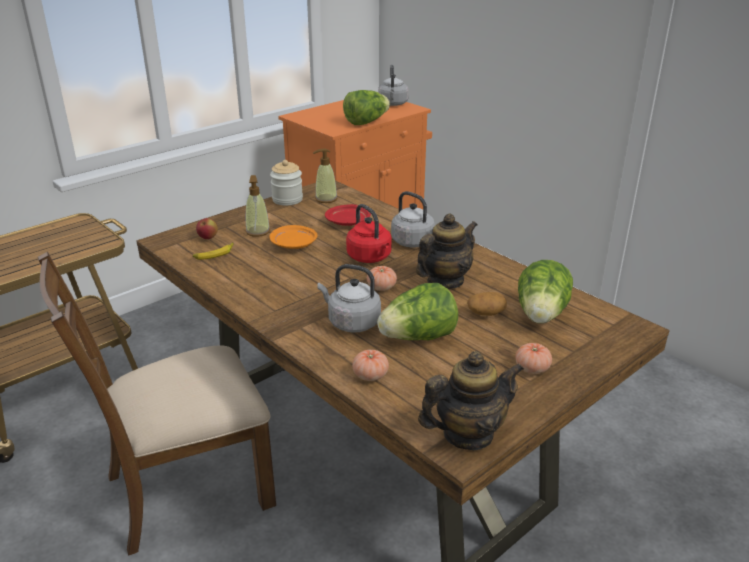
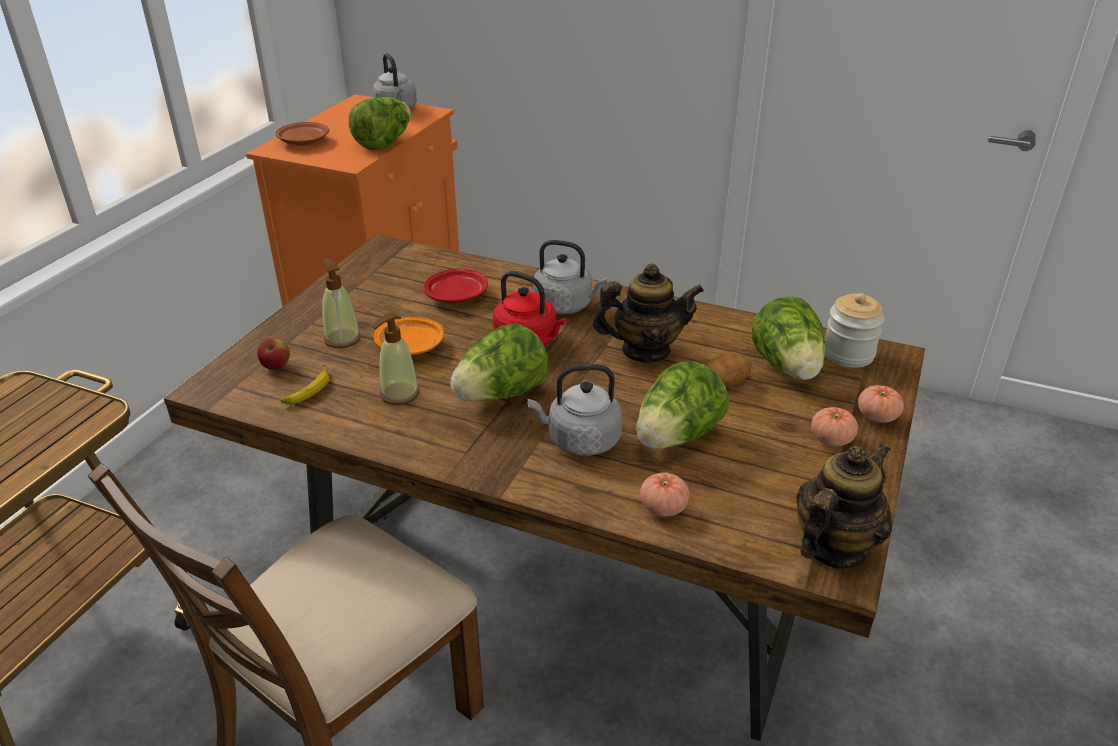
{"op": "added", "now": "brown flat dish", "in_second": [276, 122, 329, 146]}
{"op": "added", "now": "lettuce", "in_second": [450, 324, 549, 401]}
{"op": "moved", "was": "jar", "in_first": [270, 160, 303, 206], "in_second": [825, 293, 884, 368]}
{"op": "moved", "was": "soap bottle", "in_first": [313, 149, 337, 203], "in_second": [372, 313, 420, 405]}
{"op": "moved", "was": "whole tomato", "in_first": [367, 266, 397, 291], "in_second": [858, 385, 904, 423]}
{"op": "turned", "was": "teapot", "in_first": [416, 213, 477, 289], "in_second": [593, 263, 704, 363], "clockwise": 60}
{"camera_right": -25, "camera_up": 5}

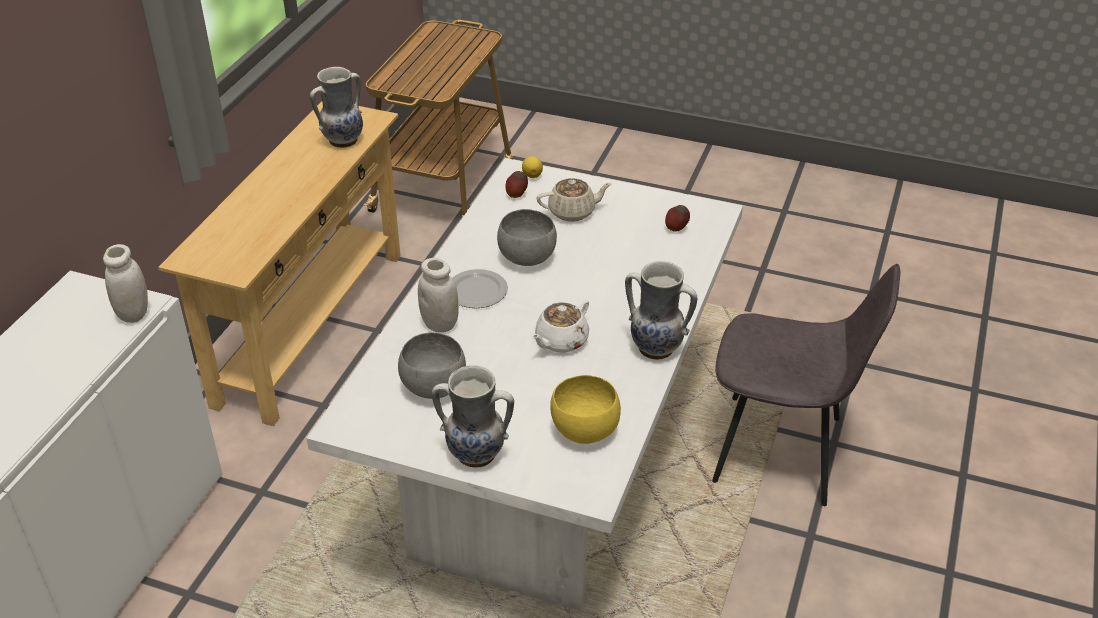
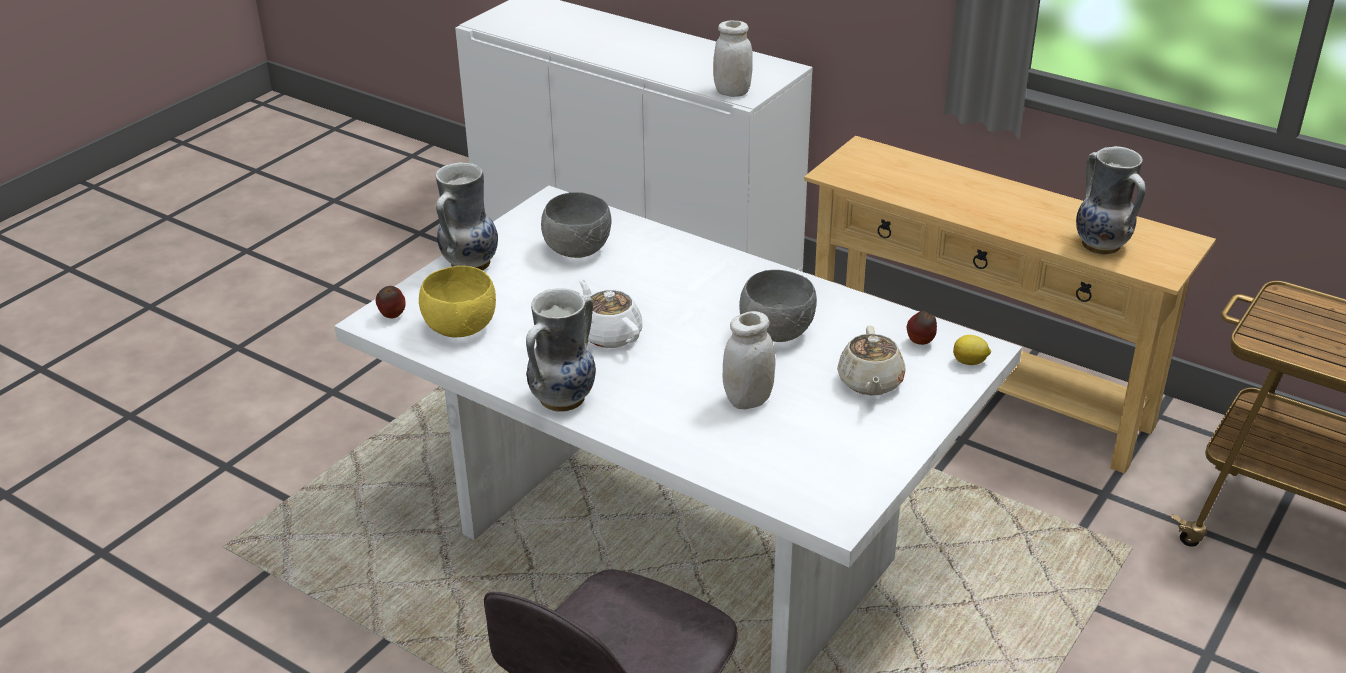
{"op": "removed", "was": "flat dish", "in_first": [452, 269, 508, 308]}
{"op": "moved", "was": "white-coloured jar", "in_first": [418, 258, 459, 333], "in_second": [723, 311, 776, 409]}
{"op": "moved", "was": "apple", "in_first": [665, 205, 690, 232], "in_second": [376, 286, 406, 319]}
{"camera_right": 105, "camera_up": -5}

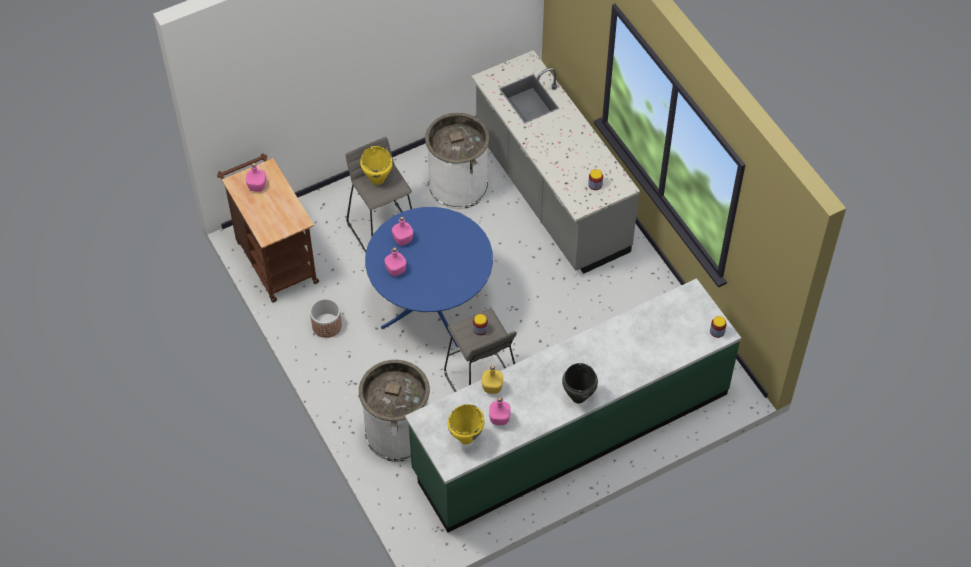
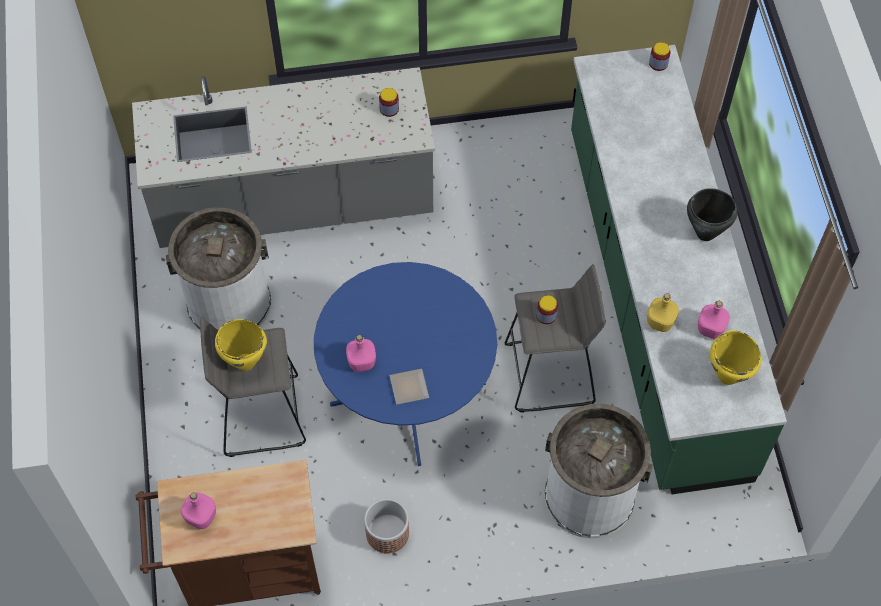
{"op": "replaced", "was": "pinkish bottle", "now": "flat dish", "in_first": [384, 247, 406, 276], "in_second": [390, 369, 429, 404]}
{"camera_right": -70, "camera_up": 5}

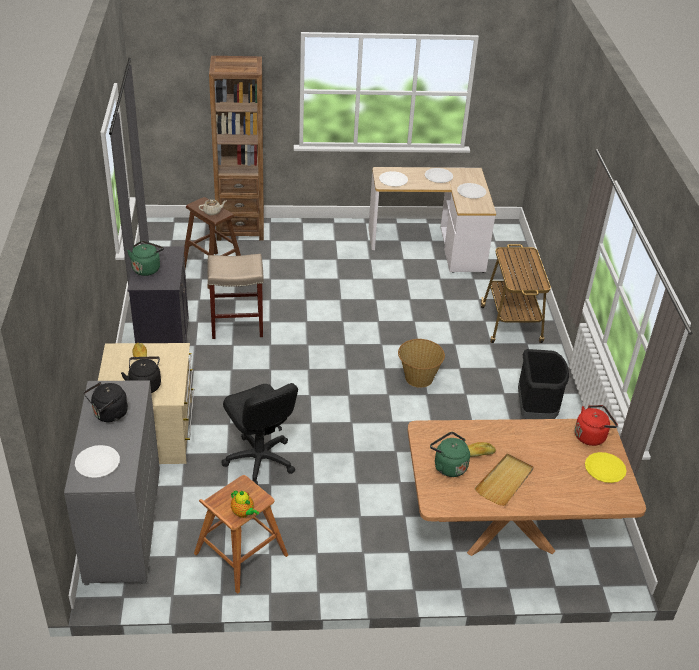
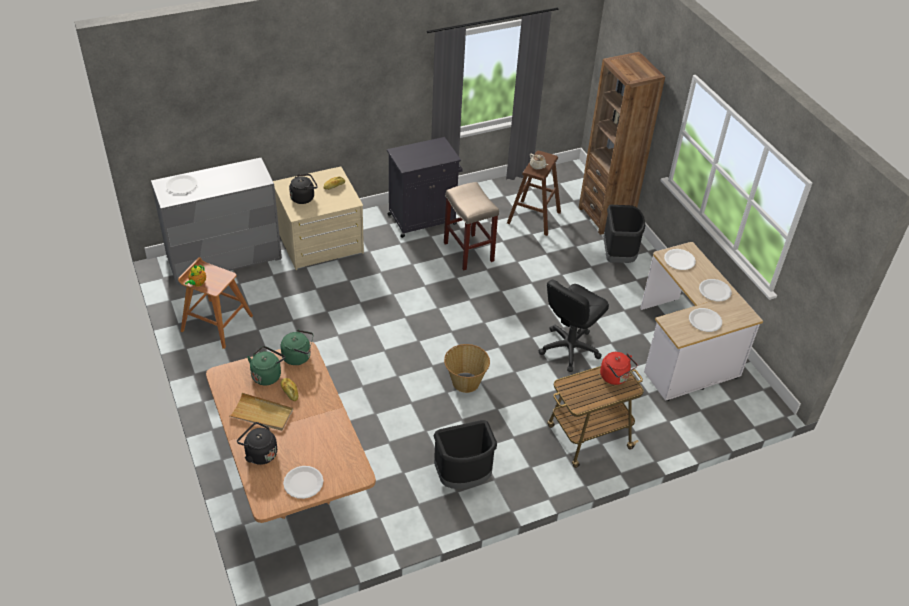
{"op": "added", "now": "blackish rubbish bin", "in_second": [604, 205, 645, 263]}
{"op": "moved", "was": "blackish kettle", "in_first": [84, 382, 128, 422], "in_second": [237, 422, 277, 465]}
{"op": "moved", "was": "greenish kettle", "in_first": [127, 241, 164, 276], "in_second": [281, 330, 313, 365]}
{"op": "moved", "was": "blackish office chair", "in_first": [221, 383, 298, 485], "in_second": [539, 280, 609, 372]}
{"op": "moved", "was": "red-coloured kettle", "in_first": [575, 405, 618, 446], "in_second": [600, 352, 637, 385]}
{"op": "recoloured", "was": "yellowish flat dish", "now": "white-coloured flat dish", "in_first": [585, 452, 626, 483], "in_second": [283, 466, 323, 499]}
{"camera_right": 70, "camera_up": 5}

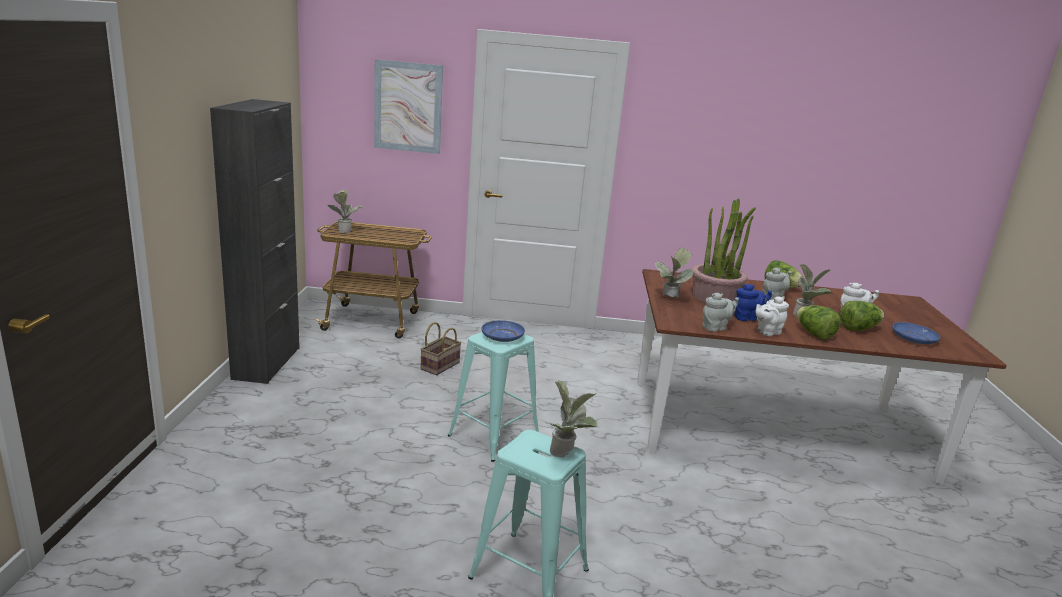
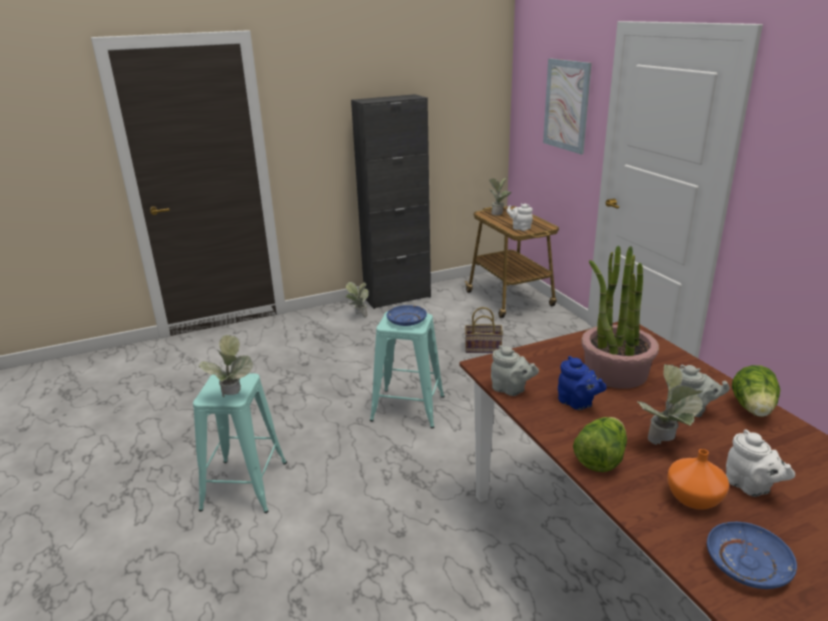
{"op": "moved", "was": "plant in a pot", "in_first": [655, 248, 693, 298], "in_second": [345, 282, 369, 317]}
{"op": "moved", "was": "white-coloured teapot", "in_first": [755, 296, 789, 336], "in_second": [507, 204, 533, 231]}
{"op": "replaced", "was": "lettuce", "now": "orange vase", "in_first": [840, 301, 885, 331], "in_second": [667, 449, 729, 510]}
{"camera_right": 65, "camera_up": 5}

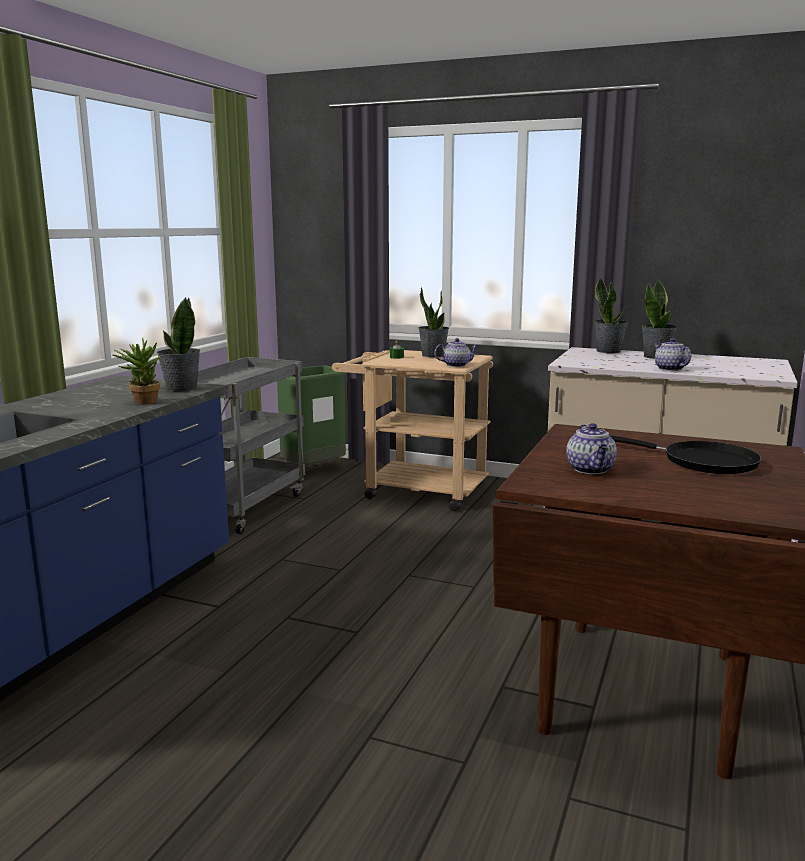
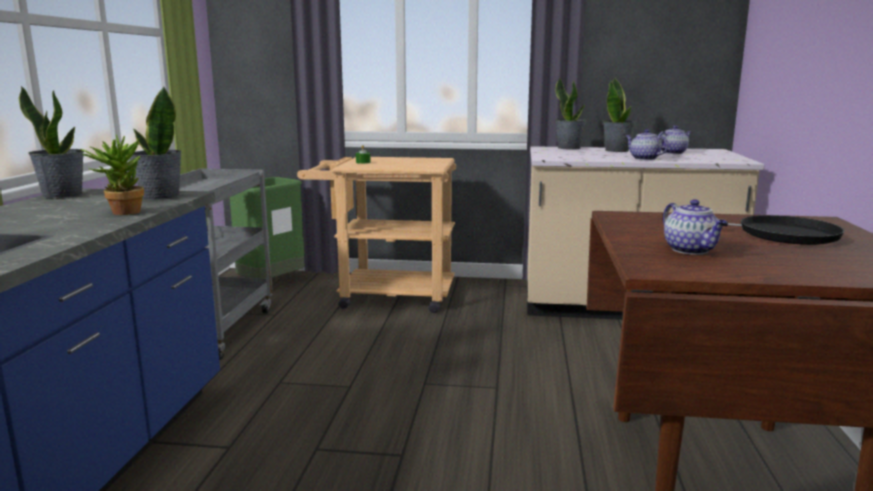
{"op": "moved", "was": "plant in a pot", "in_first": [419, 288, 449, 357], "in_second": [18, 86, 84, 199]}
{"op": "moved", "was": "teapot", "in_first": [434, 338, 478, 367], "in_second": [658, 125, 691, 154]}
{"camera_right": -15, "camera_up": 0}

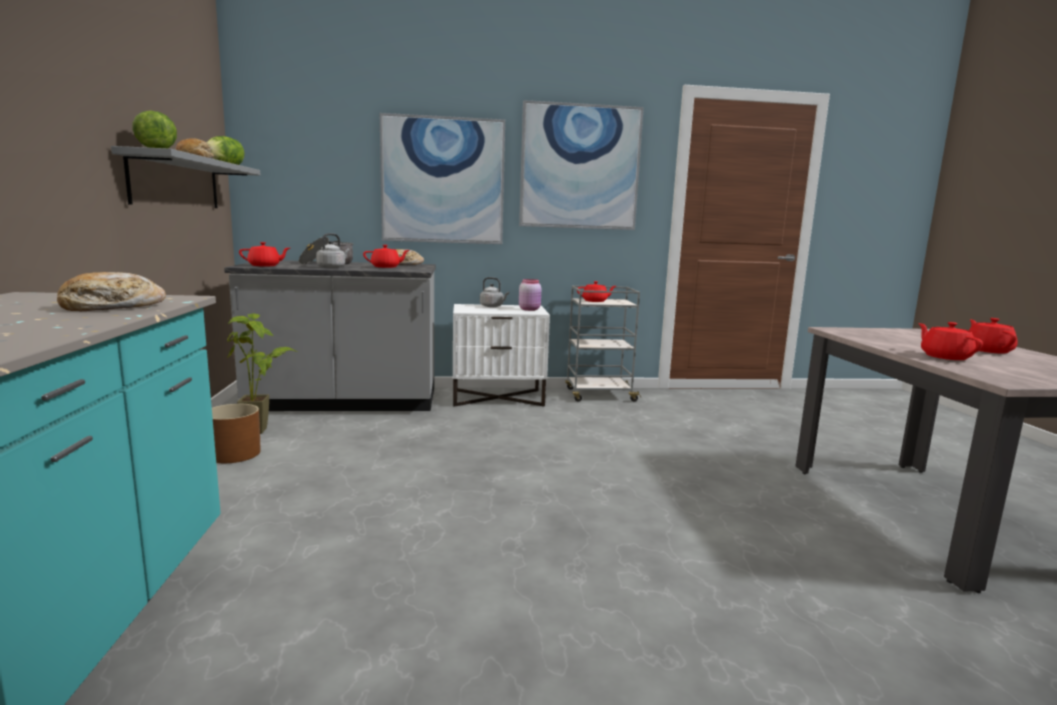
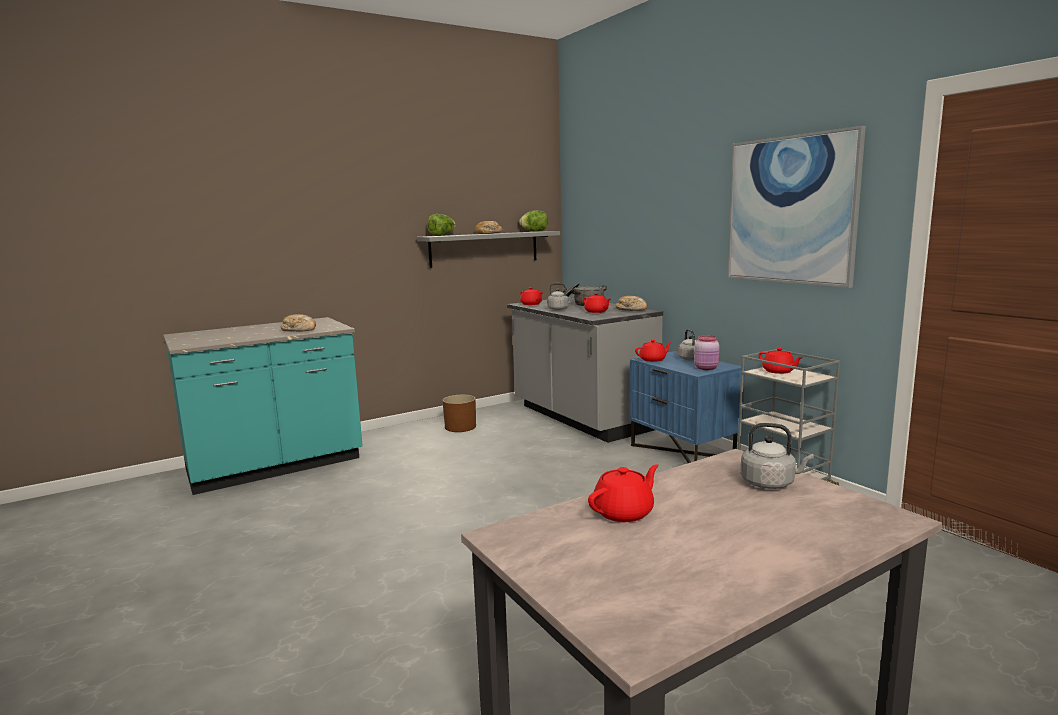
{"op": "removed", "was": "plant in a pot", "in_first": [226, 313, 297, 434]}
{"op": "removed", "was": "wall picture", "in_first": [380, 113, 505, 244]}
{"op": "added", "now": "grey kettle", "in_second": [740, 423, 814, 489]}
{"op": "moved", "was": "red-coloured teapot", "in_first": [968, 318, 1018, 354], "in_second": [635, 340, 672, 362]}
{"op": "recoloured", "was": "white-coloured nightstand", "now": "blue-coloured nightstand", "in_first": [453, 304, 550, 407], "in_second": [629, 351, 745, 463]}
{"camera_right": 65, "camera_up": 0}

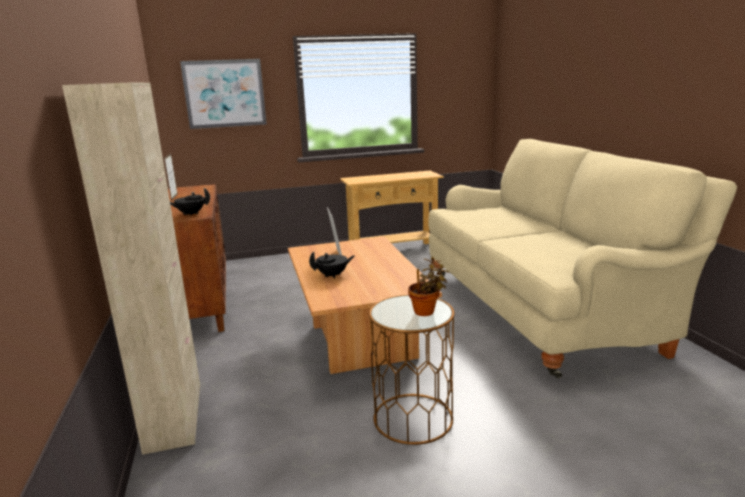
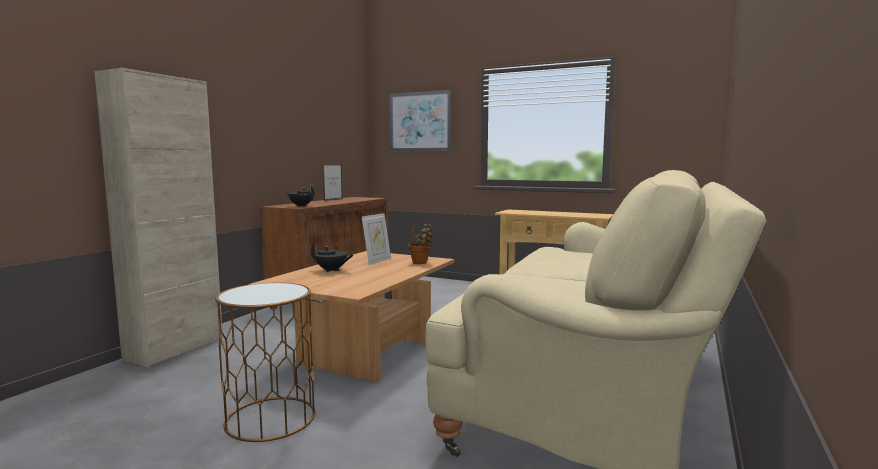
{"op": "moved", "was": "plant in a pot", "in_first": [408, 257, 450, 316], "in_second": [408, 224, 432, 264]}
{"camera_right": 40, "camera_up": -10}

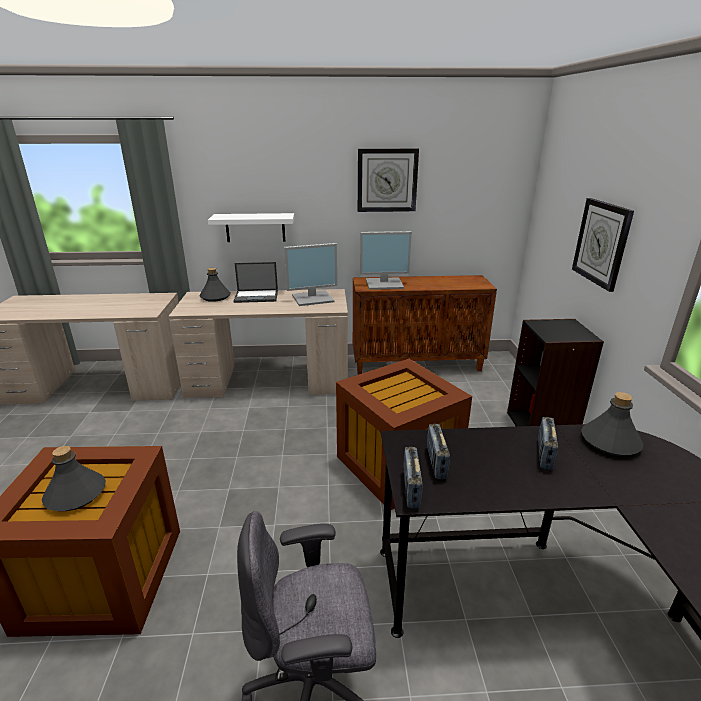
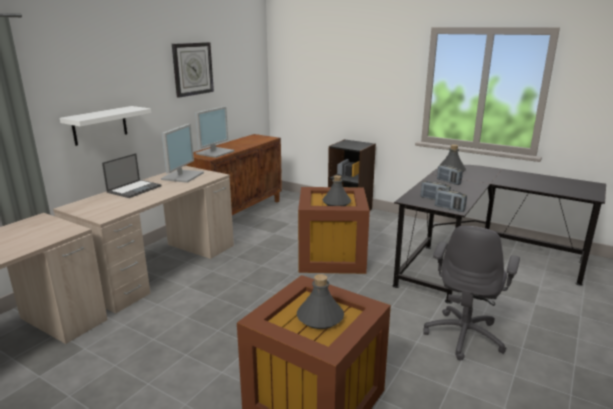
{"op": "removed", "was": "wall clock", "in_first": [572, 198, 634, 292]}
{"op": "moved", "was": "grey bottle", "in_first": [200, 268, 231, 302], "in_second": [322, 175, 351, 206]}
{"camera_right": -55, "camera_up": -5}

